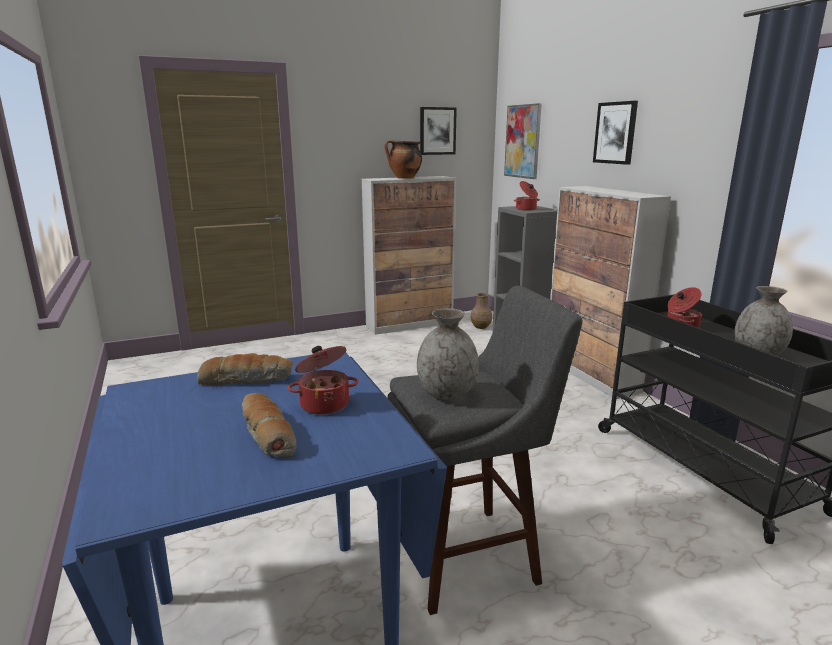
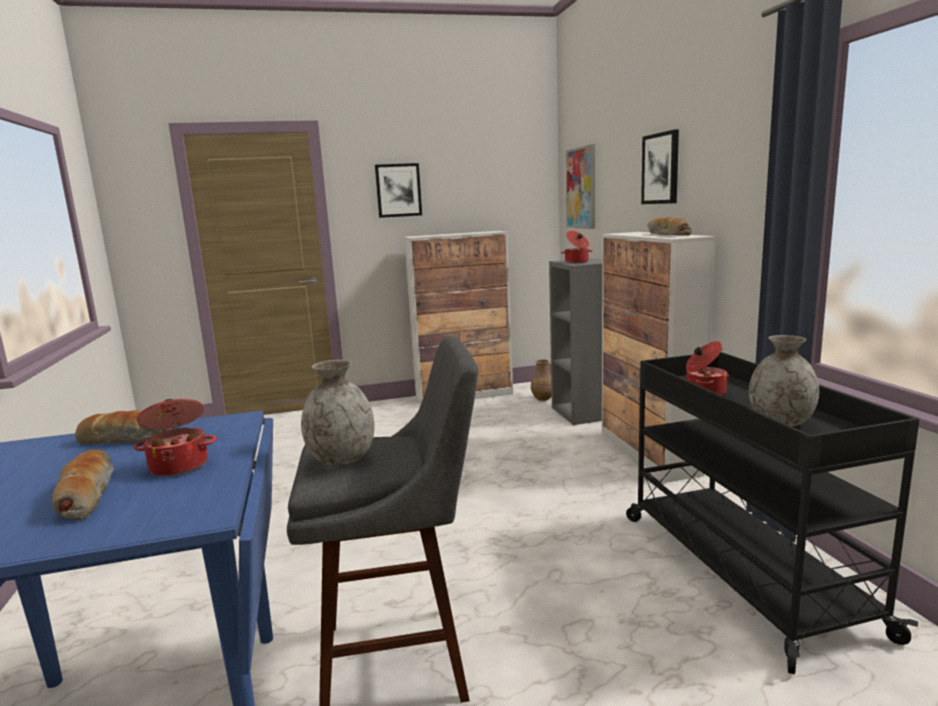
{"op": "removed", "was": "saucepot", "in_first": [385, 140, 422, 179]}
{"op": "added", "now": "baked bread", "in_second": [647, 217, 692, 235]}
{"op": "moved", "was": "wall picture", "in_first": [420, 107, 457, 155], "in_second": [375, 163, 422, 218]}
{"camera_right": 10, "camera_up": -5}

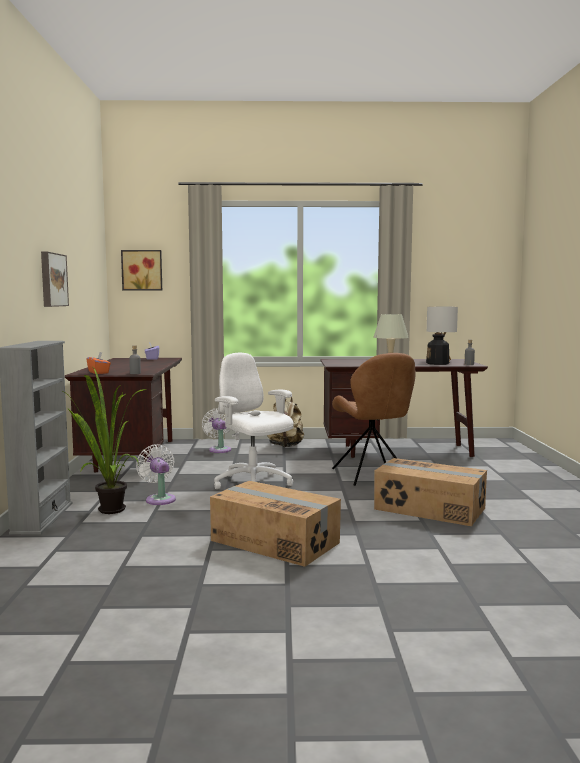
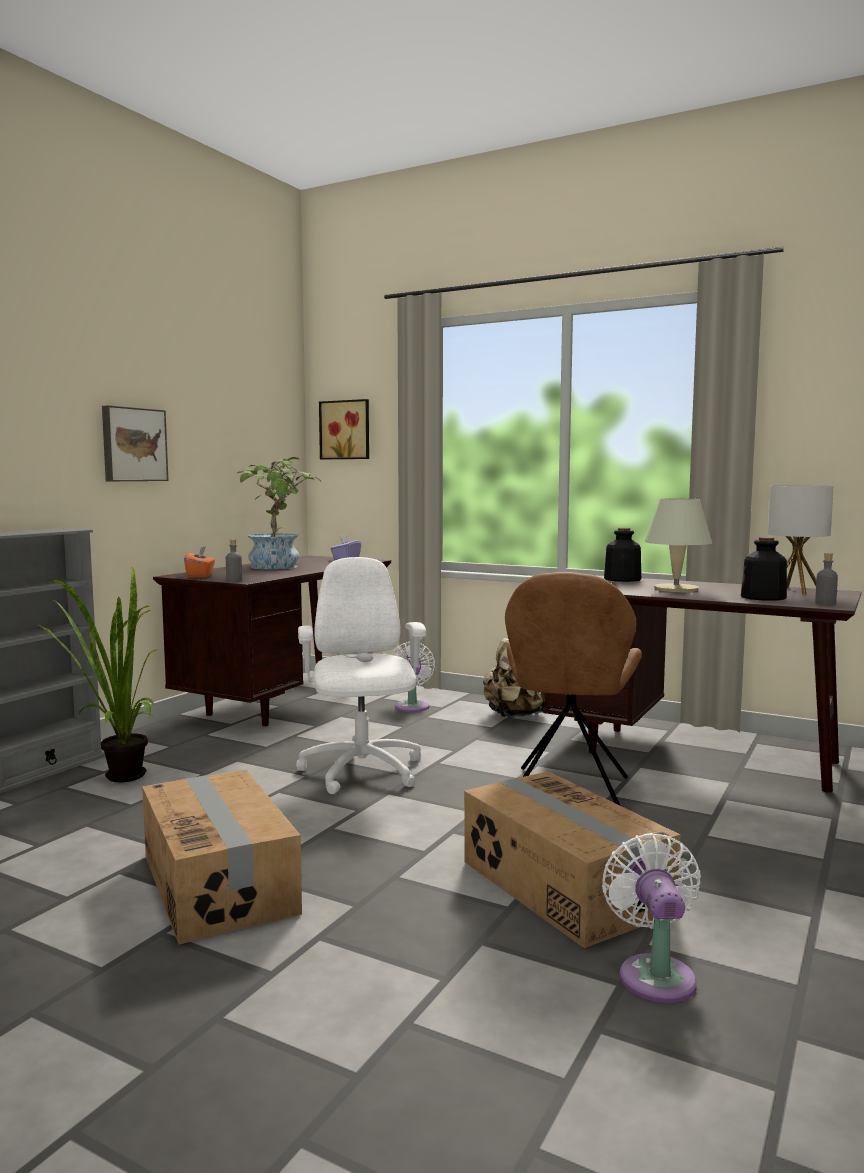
{"op": "added", "now": "plant in a pot", "in_second": [237, 457, 321, 570]}
{"op": "added", "now": "bottle", "in_second": [604, 528, 641, 582]}
{"op": "moved", "was": "white-coloured electric fan", "in_first": [136, 444, 176, 505], "in_second": [602, 833, 701, 1003]}
{"camera_right": 30, "camera_up": 0}

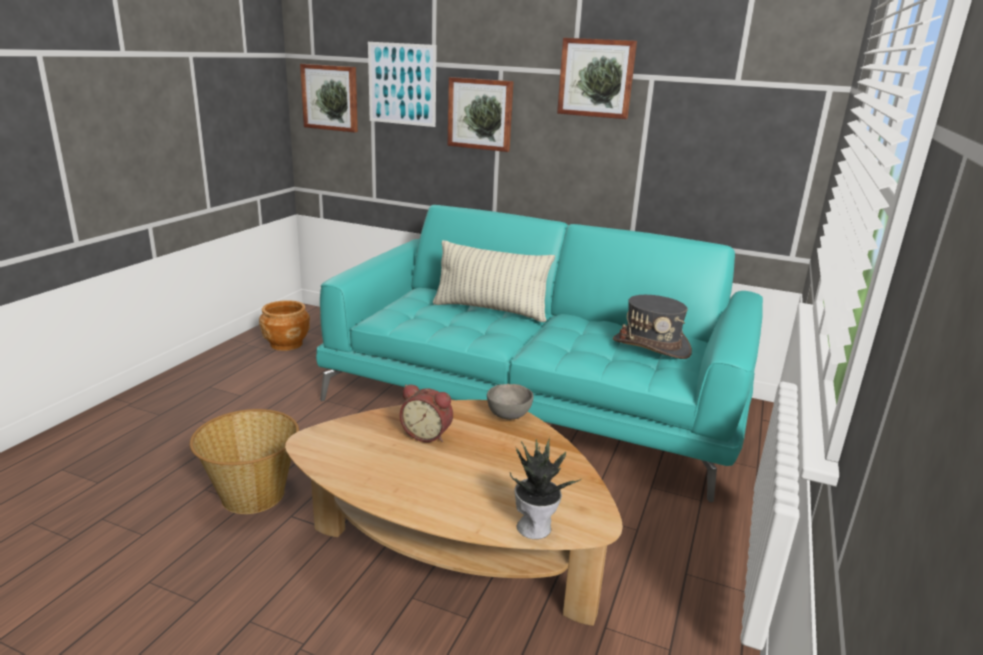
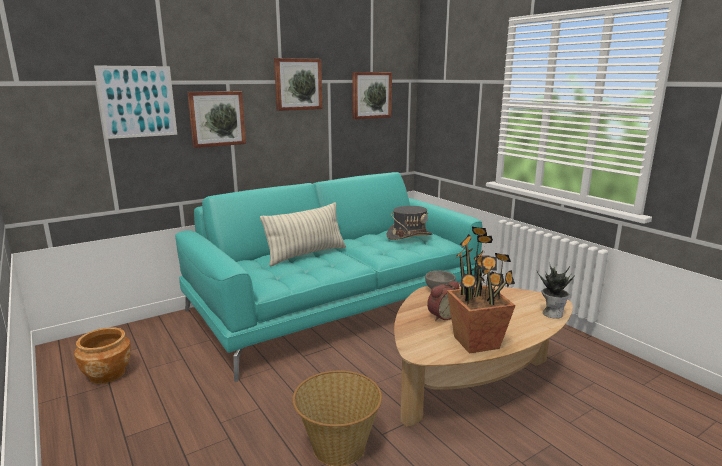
{"op": "added", "now": "plant in a pot", "in_second": [447, 227, 516, 354]}
{"op": "moved", "was": "wall picture", "in_first": [300, 64, 358, 132], "in_second": [352, 72, 392, 119]}
{"camera_right": -55, "camera_up": -5}

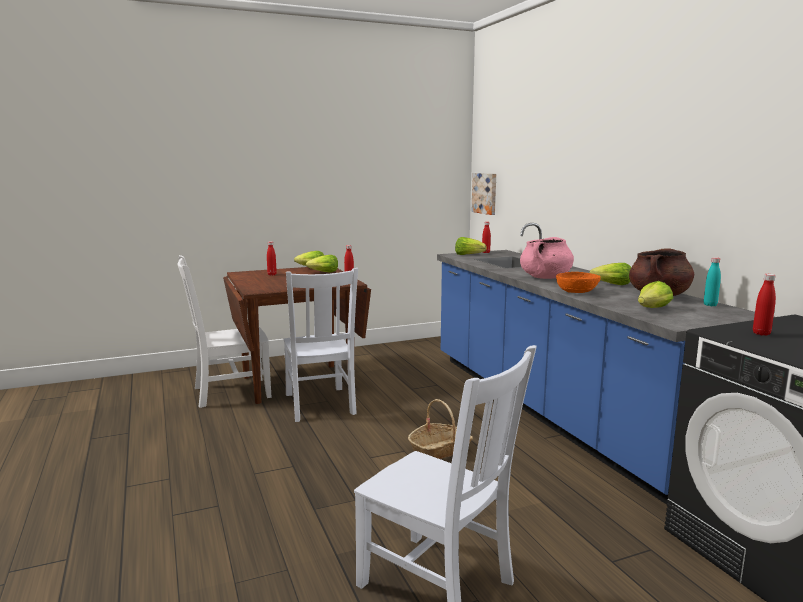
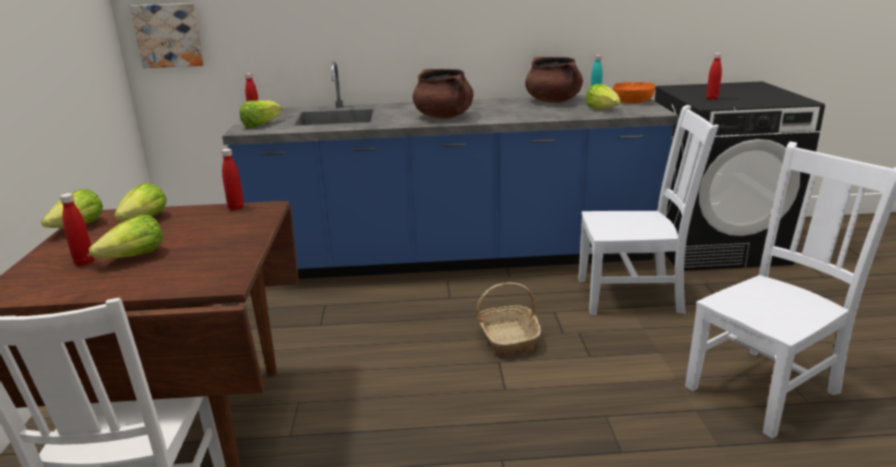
{"op": "moved", "was": "white-coloured plain chair", "in_first": [283, 268, 358, 422], "in_second": [579, 105, 719, 315]}
{"op": "moved", "was": "orange serving bowl", "in_first": [556, 272, 601, 293], "in_second": [613, 82, 656, 104]}
{"op": "moved", "was": "lettuce", "in_first": [589, 263, 631, 285], "in_second": [89, 215, 163, 258]}
{"op": "recoloured", "was": "pinkish saucepot", "now": "brown saucepot", "in_first": [520, 237, 574, 279], "in_second": [412, 69, 474, 119]}
{"camera_right": -70, "camera_up": 10}

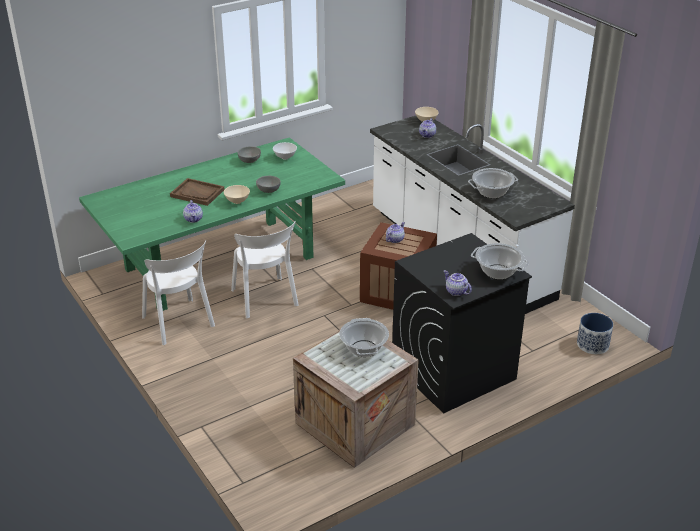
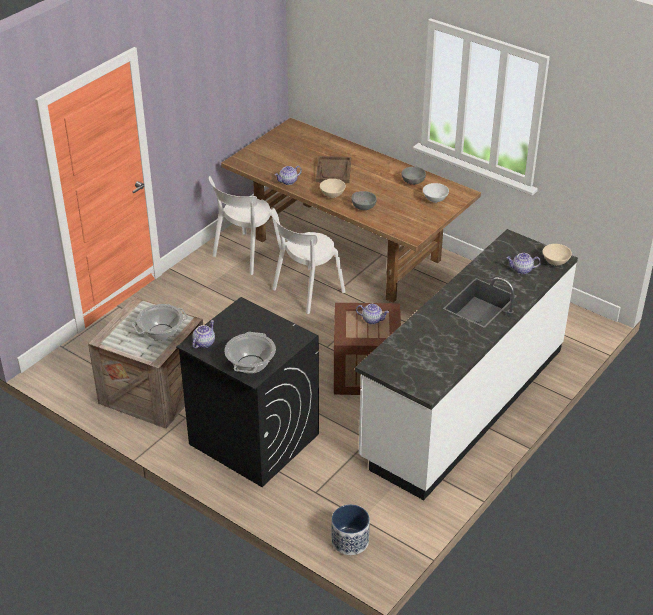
{"op": "removed", "was": "saucepot", "in_first": [468, 168, 518, 198]}
{"op": "recoloured", "was": "greenish dinner table", "now": "brown dinner table", "in_first": [79, 137, 345, 311], "in_second": [221, 118, 481, 303]}
{"camera_right": 70, "camera_up": 5}

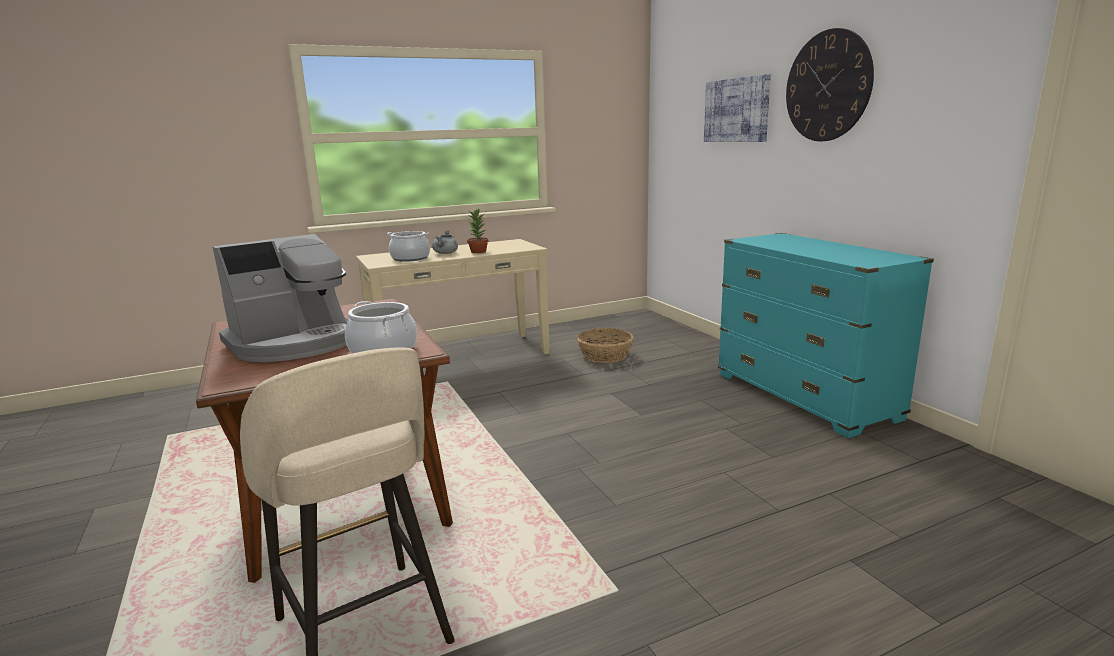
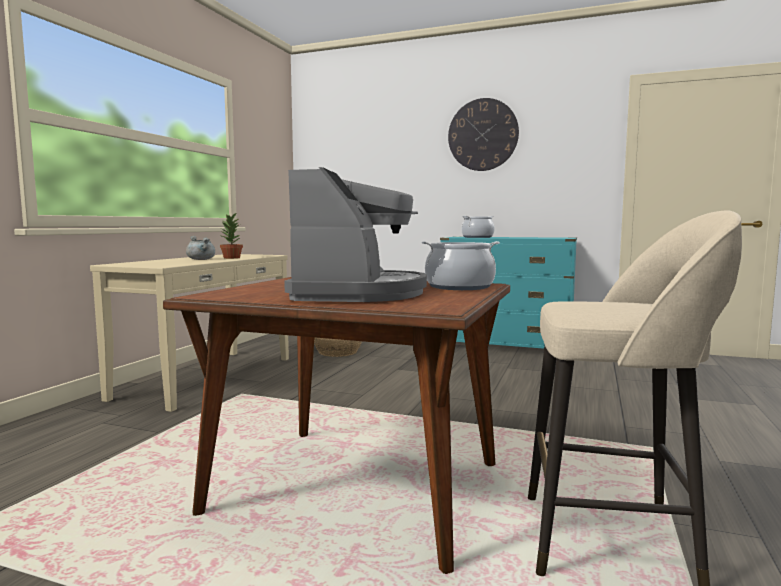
{"op": "removed", "was": "wall picture", "in_first": [704, 74, 771, 142]}
{"op": "moved", "was": "saucepot", "in_first": [387, 231, 430, 262], "in_second": [461, 216, 495, 238]}
{"camera_right": -45, "camera_up": -10}

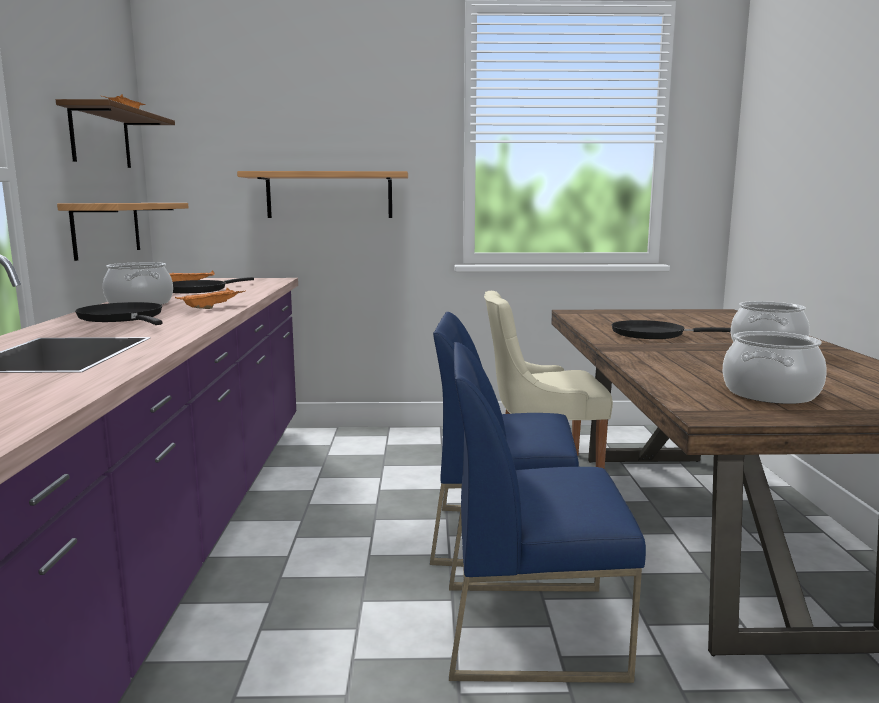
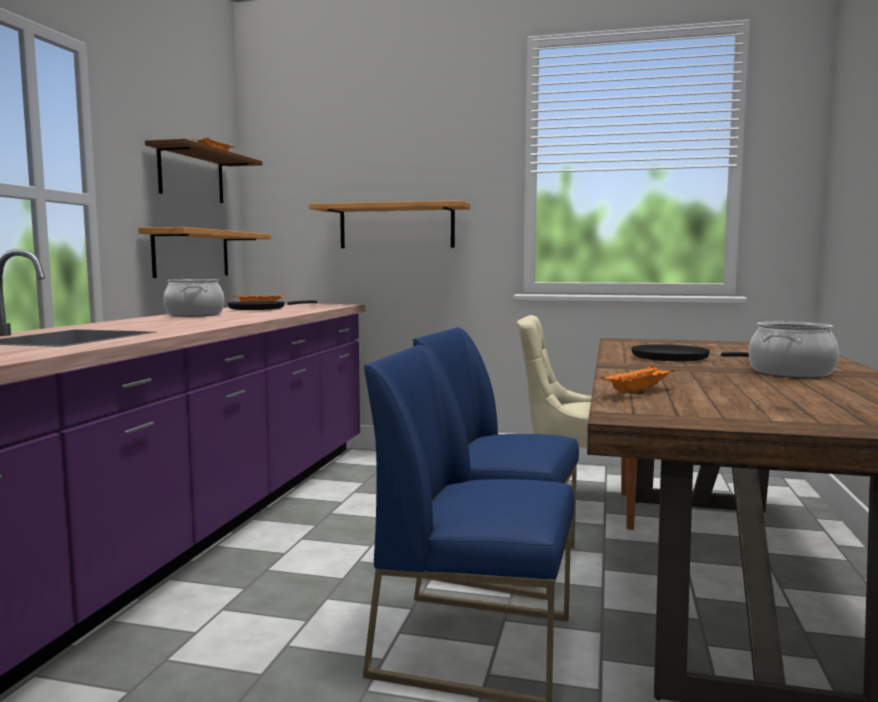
{"op": "removed", "was": "blackish frying pan", "in_first": [75, 302, 163, 325]}
{"op": "removed", "was": "saucepot", "in_first": [723, 331, 827, 404]}
{"op": "moved", "was": "orange serving tray", "in_first": [175, 288, 246, 309], "in_second": [601, 364, 681, 395]}
{"camera_right": 15, "camera_up": -5}

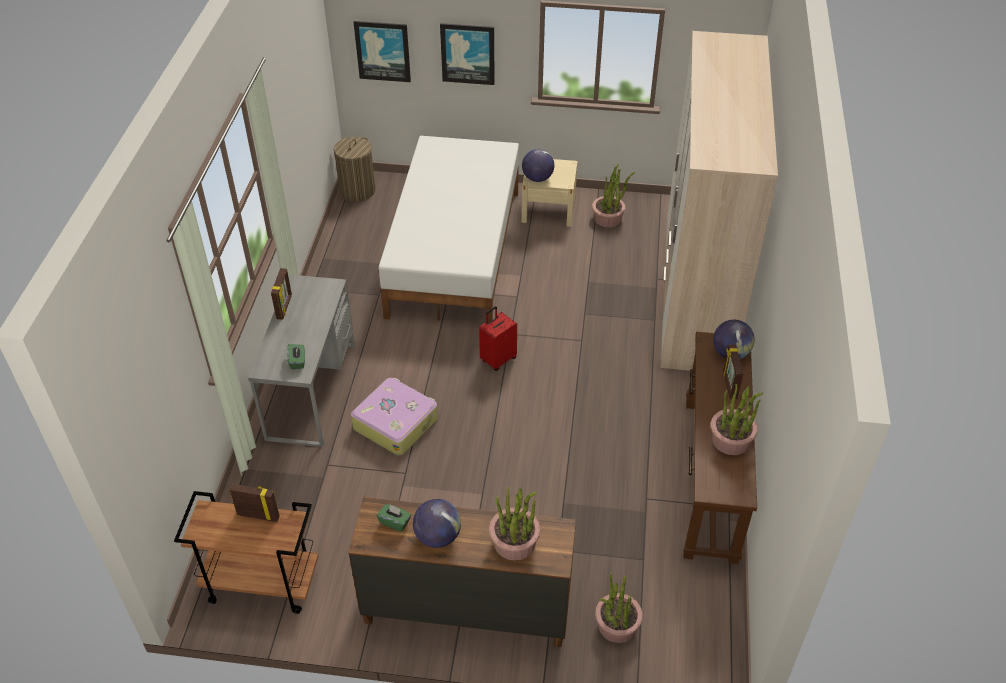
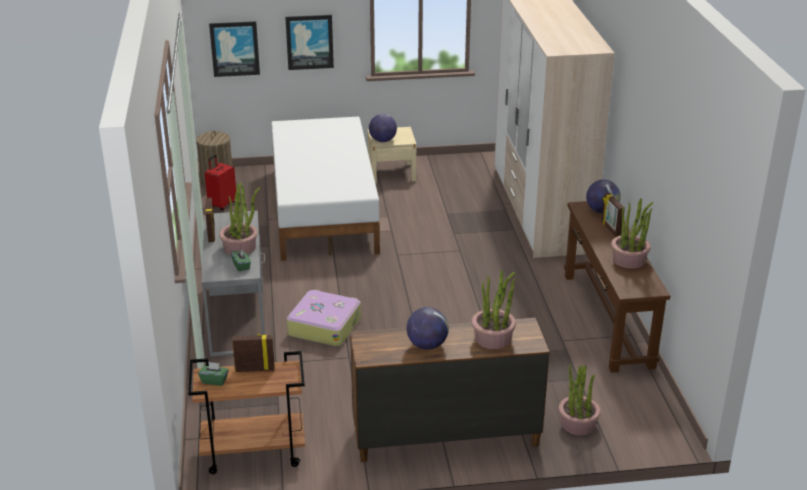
{"op": "moved", "was": "greenish tissue holder", "in_first": [377, 504, 411, 532], "in_second": [198, 362, 229, 386]}
{"op": "moved", "was": "red-coloured travel case", "in_first": [479, 306, 517, 371], "in_second": [205, 155, 236, 211]}
{"op": "moved", "was": "plant in a pot", "in_first": [592, 164, 635, 227], "in_second": [219, 182, 260, 255]}
{"camera_right": -15, "camera_up": -15}

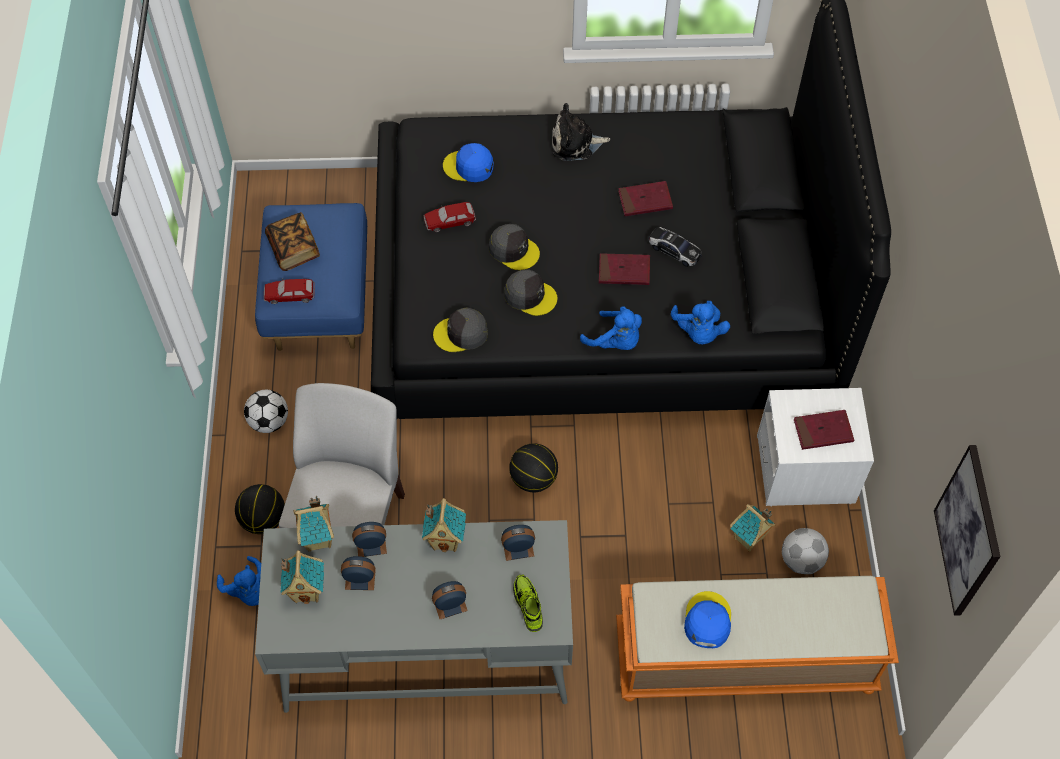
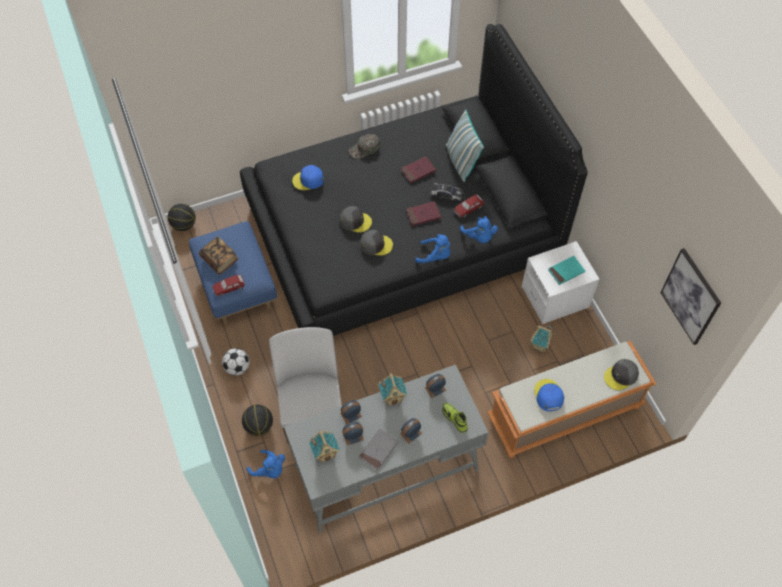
{"op": "removed", "was": "toy house", "in_first": [293, 496, 334, 552]}
{"op": "removed", "was": "football ball", "in_first": [782, 528, 829, 574]}
{"op": "added", "now": "grey volume", "in_second": [358, 429, 399, 471]}
{"op": "added", "now": "throw pillow", "in_second": [446, 109, 484, 182]}
{"op": "moved", "was": "model car", "in_first": [423, 202, 476, 232], "in_second": [453, 194, 485, 218]}
{"op": "moved", "was": "grey cap", "in_first": [433, 308, 488, 352], "in_second": [604, 359, 639, 390]}
{"op": "moved", "was": "ball for basketball", "in_first": [509, 443, 558, 492], "in_second": [168, 204, 196, 231]}
{"op": "replaced", "was": "plush toy", "now": "greenish cap", "in_first": [552, 103, 610, 161], "in_second": [349, 134, 380, 159]}
{"op": "recoloured", "was": "red-coloured volume", "now": "turquoise volume", "in_first": [794, 410, 854, 450], "in_second": [548, 256, 585, 285]}
{"camera_right": -20, "camera_up": 0}

